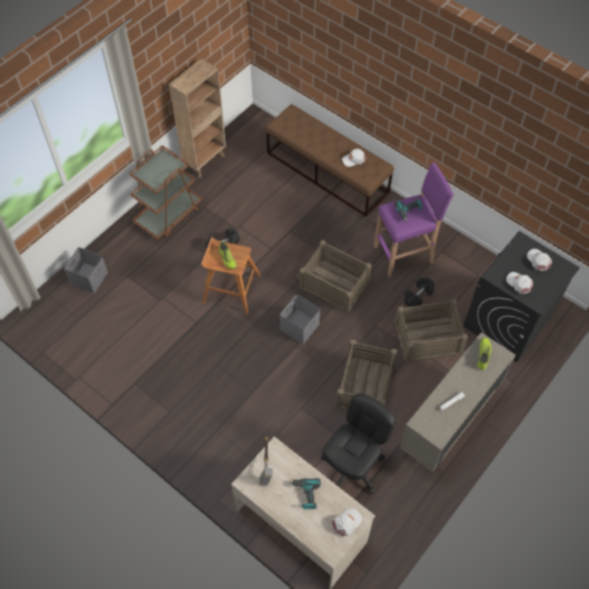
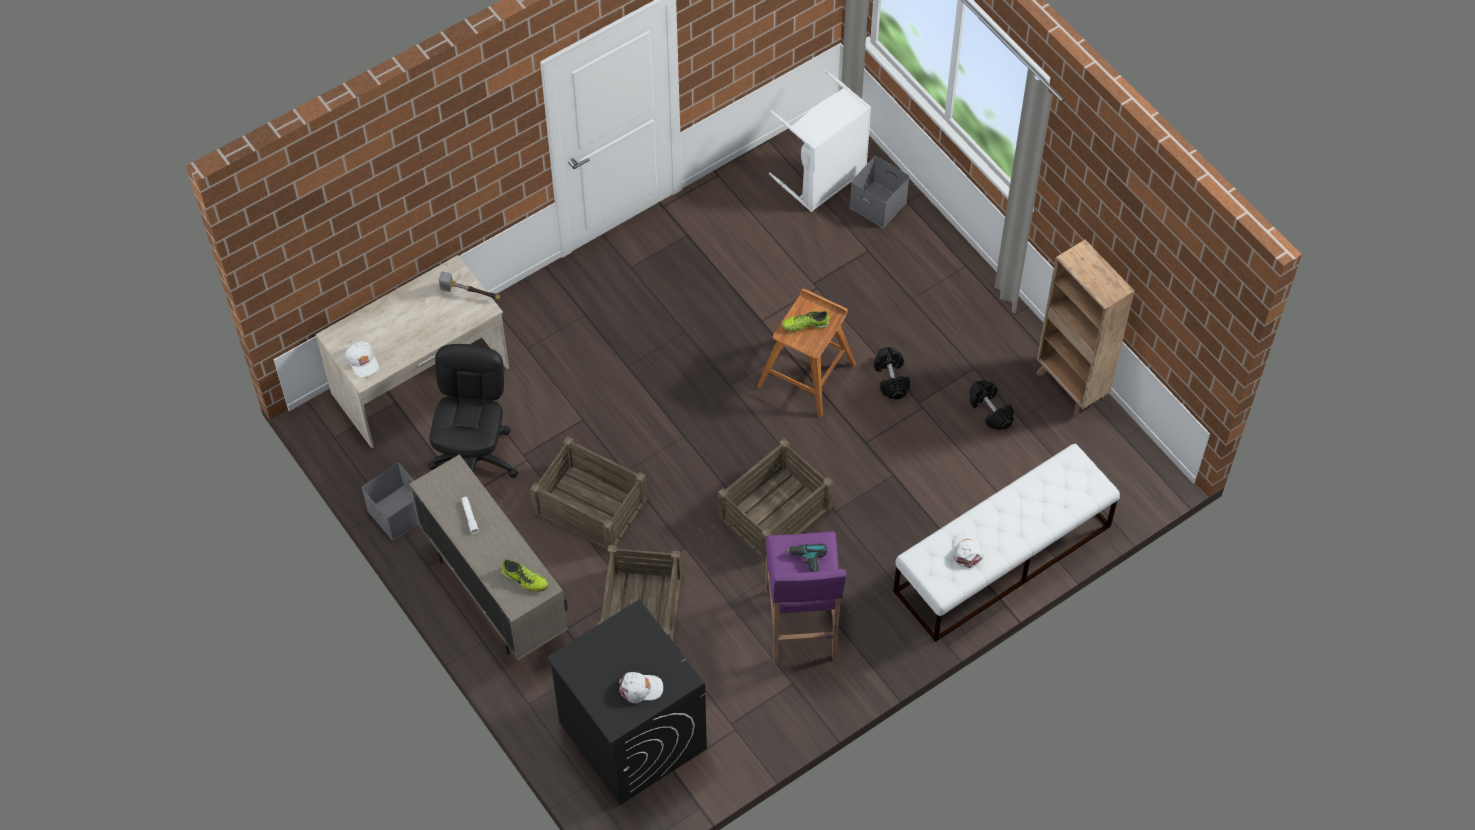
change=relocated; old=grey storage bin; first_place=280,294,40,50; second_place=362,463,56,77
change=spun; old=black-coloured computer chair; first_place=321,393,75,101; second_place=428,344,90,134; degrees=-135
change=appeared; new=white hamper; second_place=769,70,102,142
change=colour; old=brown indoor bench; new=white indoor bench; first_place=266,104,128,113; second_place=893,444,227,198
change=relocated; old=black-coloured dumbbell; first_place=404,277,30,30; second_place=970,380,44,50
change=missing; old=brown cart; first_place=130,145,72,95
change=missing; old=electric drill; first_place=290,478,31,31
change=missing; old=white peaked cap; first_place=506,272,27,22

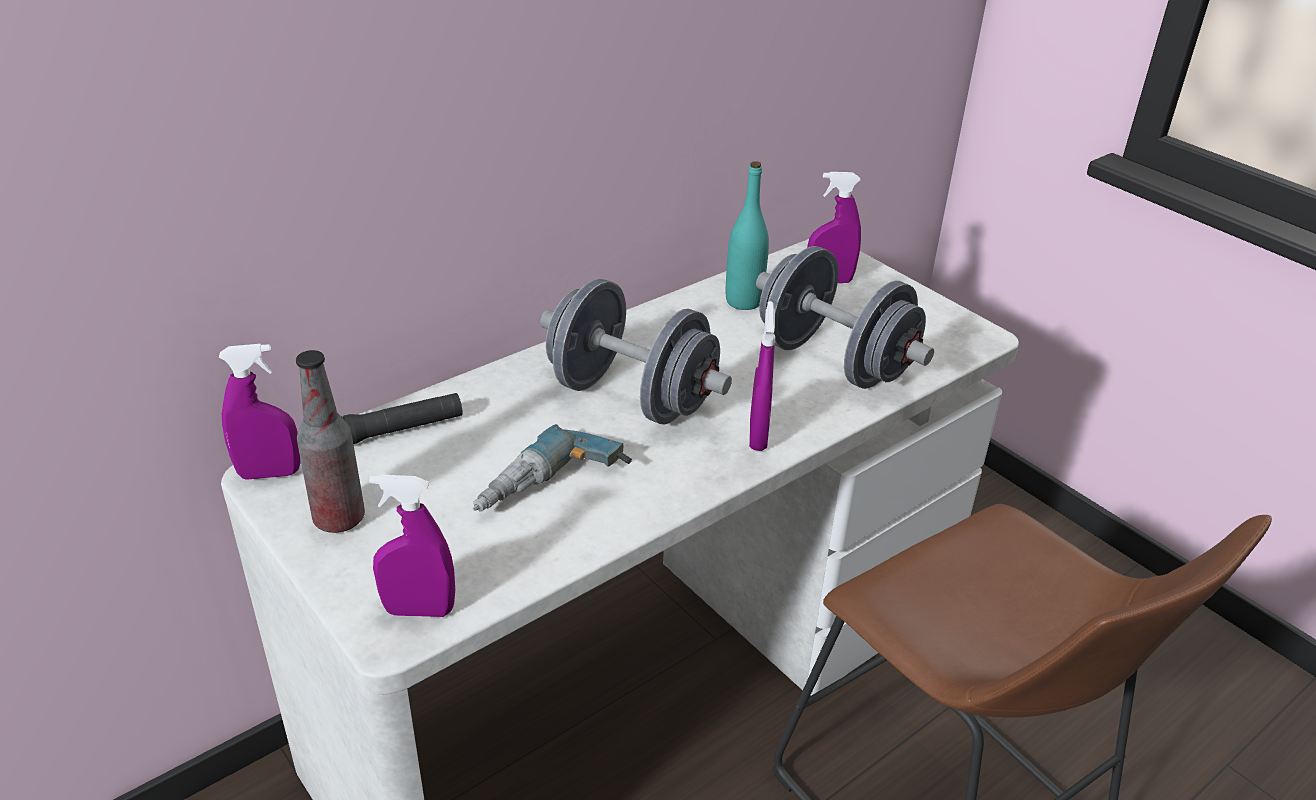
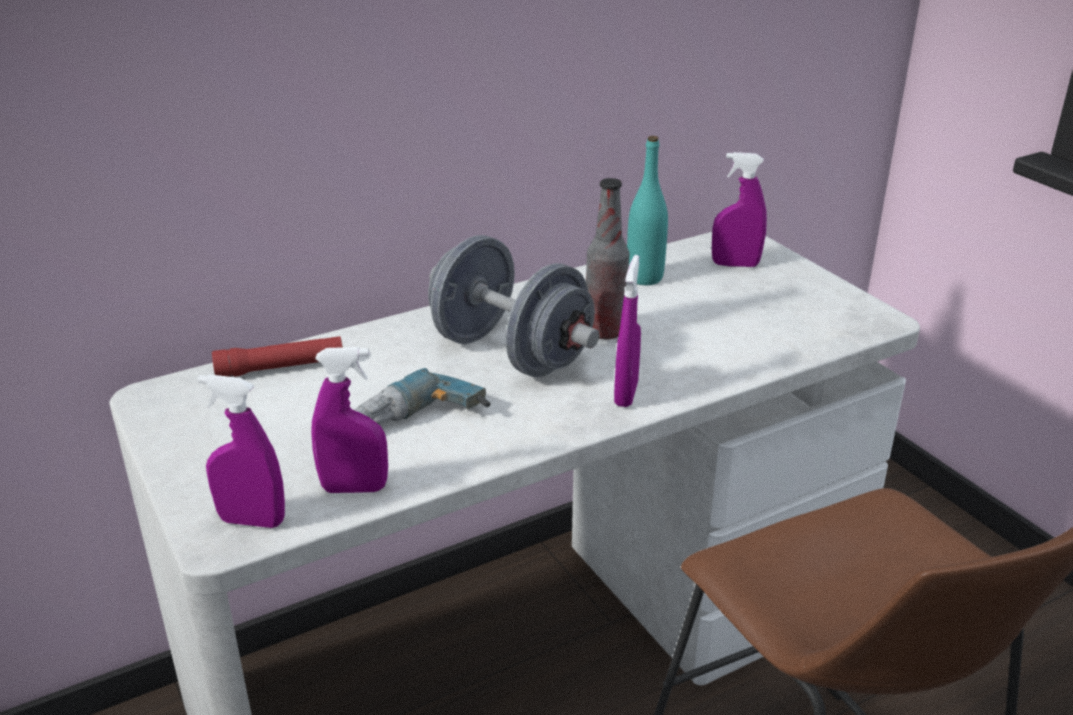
change=colour; old=black-coloured flashlight; new=reddish flashlight; first_place=341,393,122,51; second_place=212,336,131,41
change=relocated; old=purple sprayer; first_place=219,344,82,136; second_place=311,347,77,146
change=relocated; old=beverage bottle; first_place=296,350,69,183; second_place=586,178,43,161
change=missing; old=grey dumbbell; first_place=756,246,178,143

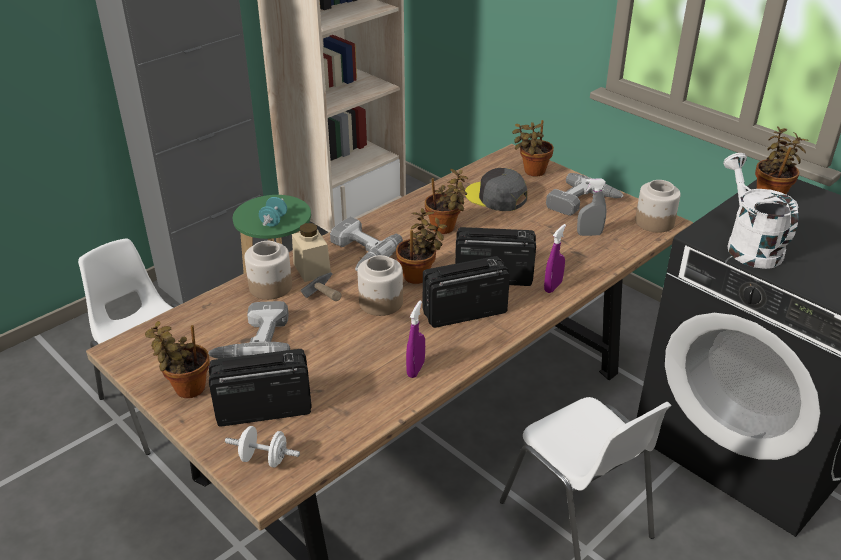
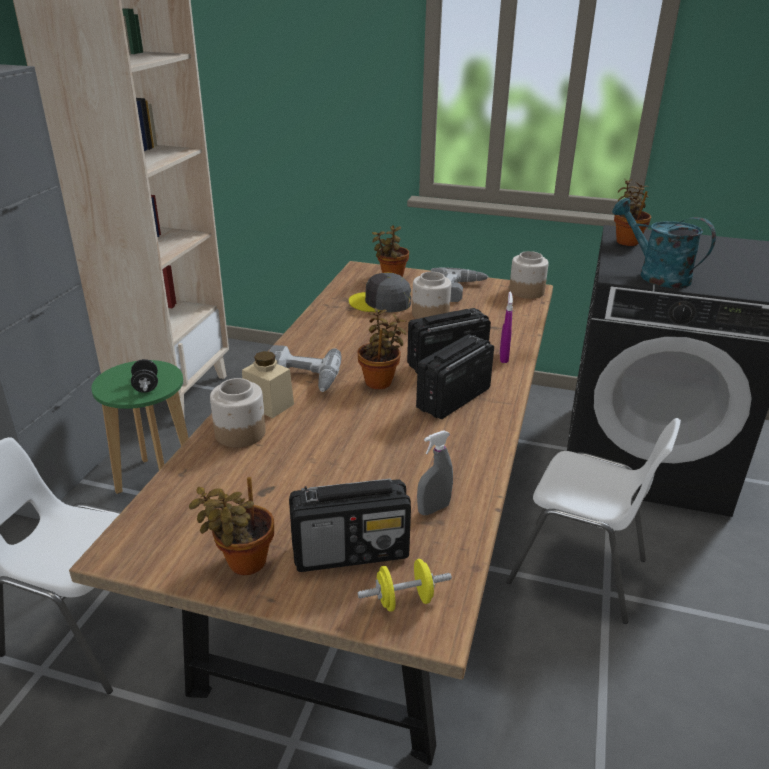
change=colour; old=turquoise-coloured dumbbell; new=black-coloured dumbbell; first_place=259,197,28,30; second_place=131,359,27,34
change=spun; old=radio set; first_place=209,349,103,78; second_place=289,478,122,94; degrees=-150
change=colour; old=white dumbbell; new=yellowish dumbbell; first_place=225,426,75,42; second_place=358,559,94,53
change=relocated; old=jar; first_place=357,255,46,61; second_place=412,272,39,47
change=relocated; old=grey sprayer; first_place=577,179,29,57; second_place=417,430,36,85
change=colour; old=white watering can; new=turquoise-coloured watering can; first_place=723,153,76,116; second_place=612,198,104,90
change=missing; old=electric drill; first_place=208,301,82,58
change=missing; old=hand hammer; first_place=301,272,41,29
change=missing; old=purple sprayer; first_place=406,301,19,77
change=missing; old=houseplant; first_place=425,169,43,65

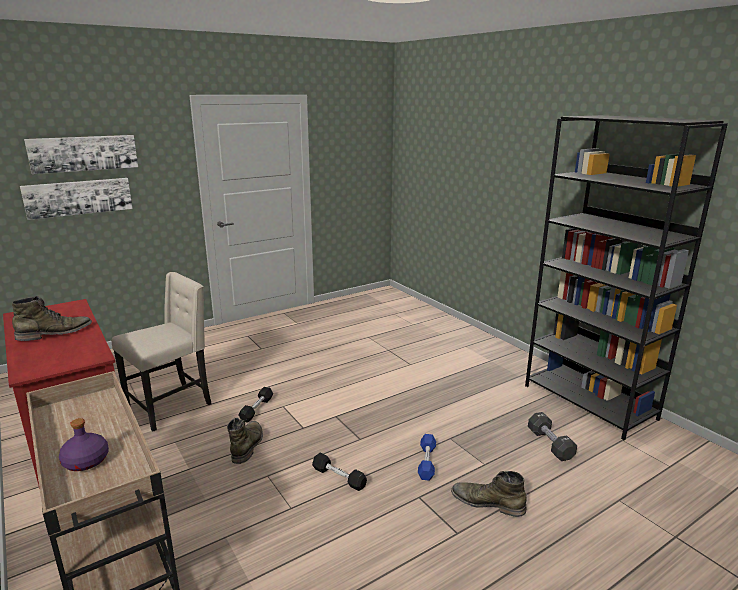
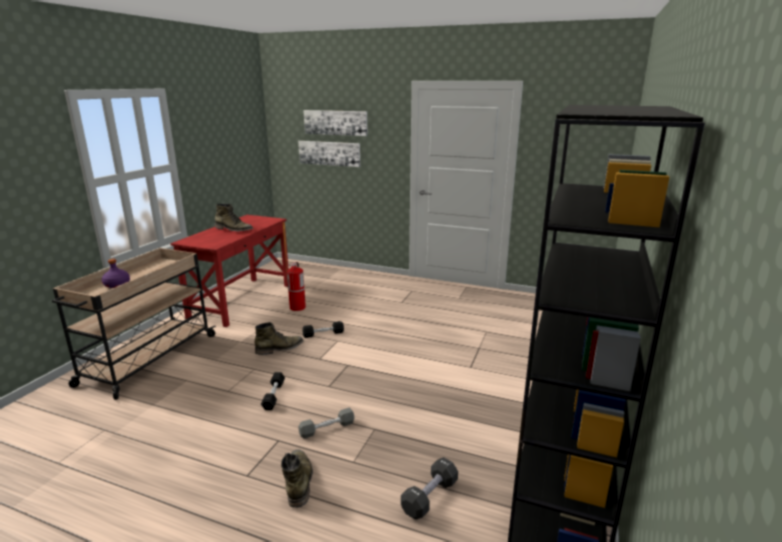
change=exchanged; old=beige chair; new=fire-fighting cylinder; first_place=112,272,99,159; second_place=287,262,19,49
change=colour; old=bluish dumbbell; new=grey dumbbell; first_place=418,434,18,47; second_place=298,408,57,31

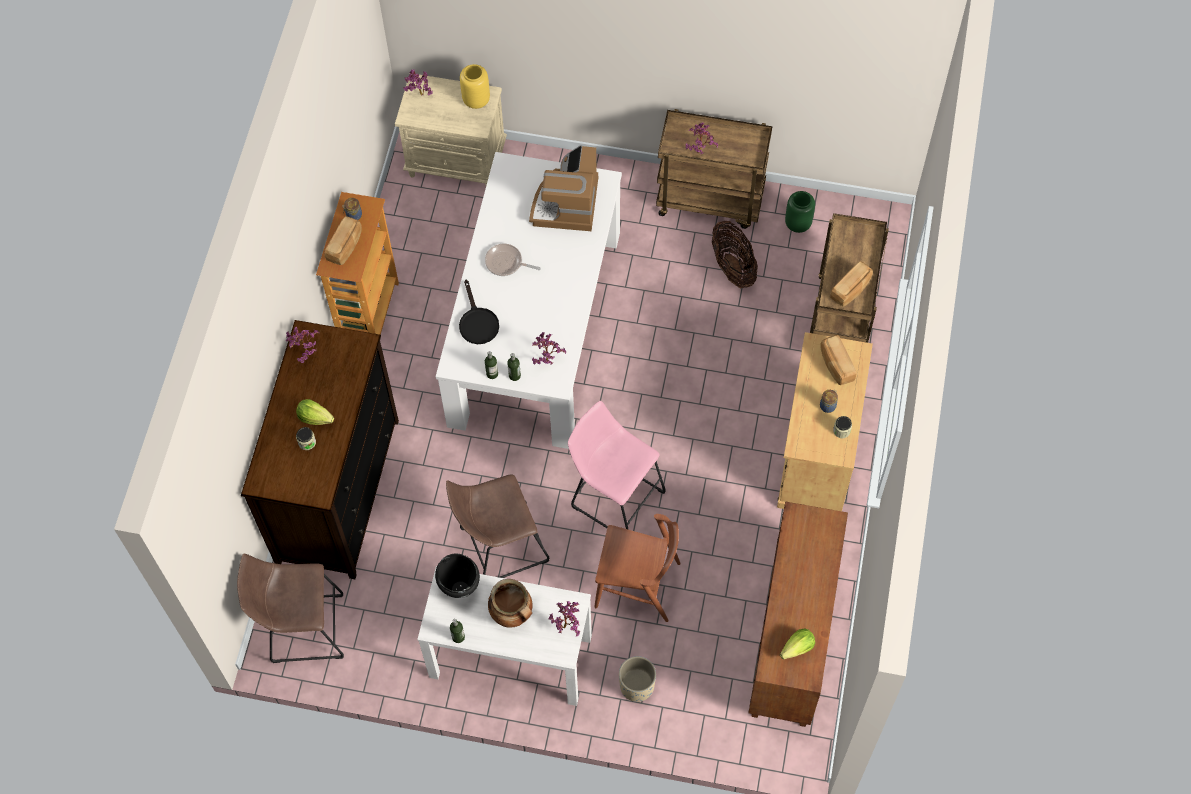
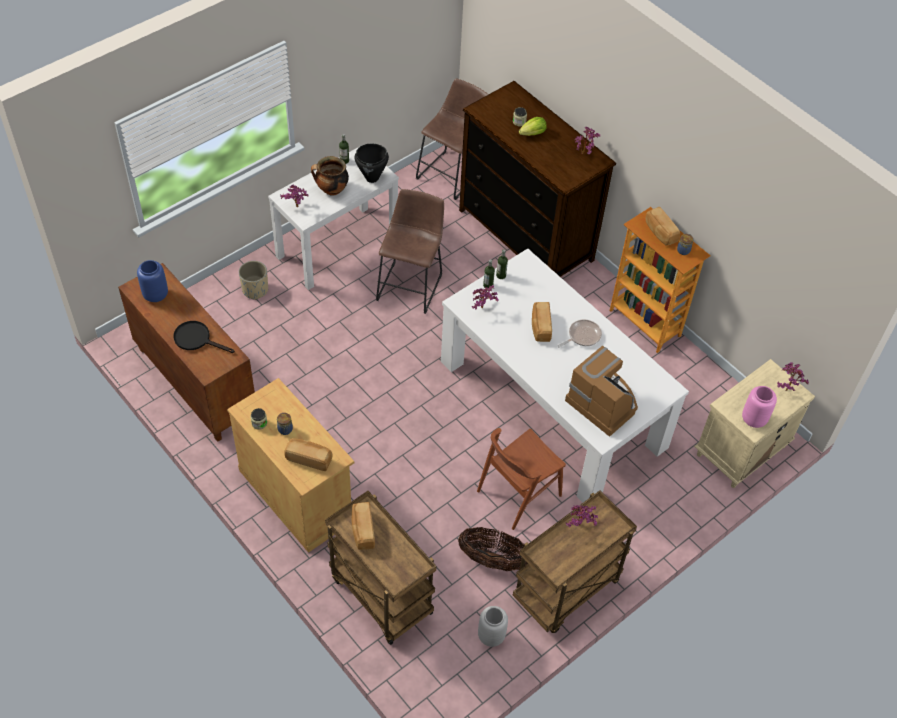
change=exchanged; old=lettuce head; new=bluish flower vase; first_place=780,628,35,32; second_place=137,260,31,42
change=relocated; old=black-coloured frying pan; first_place=459,280,40,64; second_place=173,321,62,32
change=relocated; old=brown chair; first_place=594,514,87,108; second_place=477,428,89,102
change=colour; old=green flower vase; new=grey flower vase; first_place=785,191,30,42; second_place=478,606,30,41
change=appeared; new=baked bread; second_place=532,302,20,40
change=colour; old=yellowish flower vase; new=pinkish flower vase; first_place=460,64,30,45; second_place=742,386,35,42
change=missing; old=pinkish sitting stool; first_place=568,401,98,129

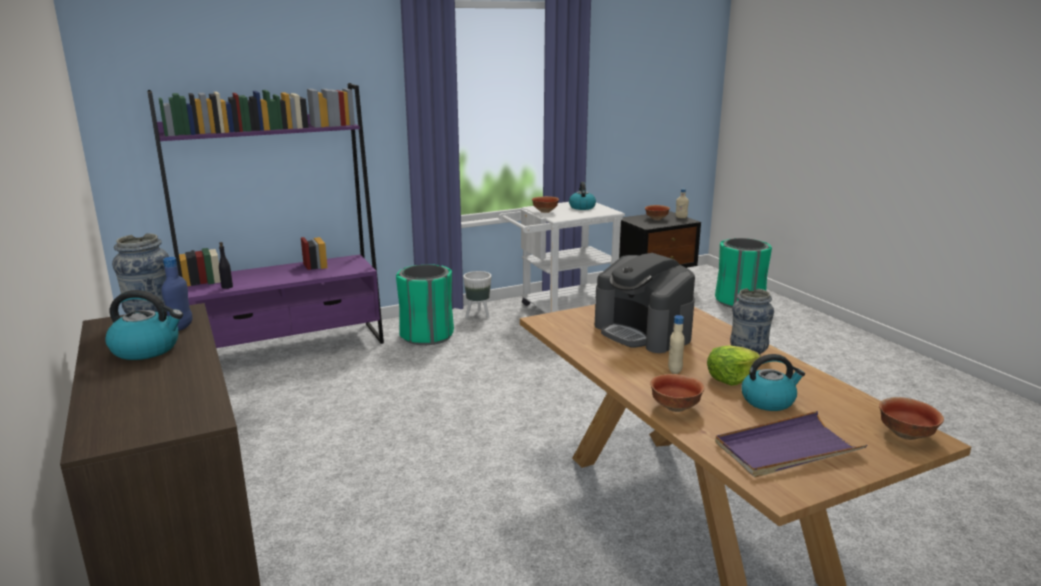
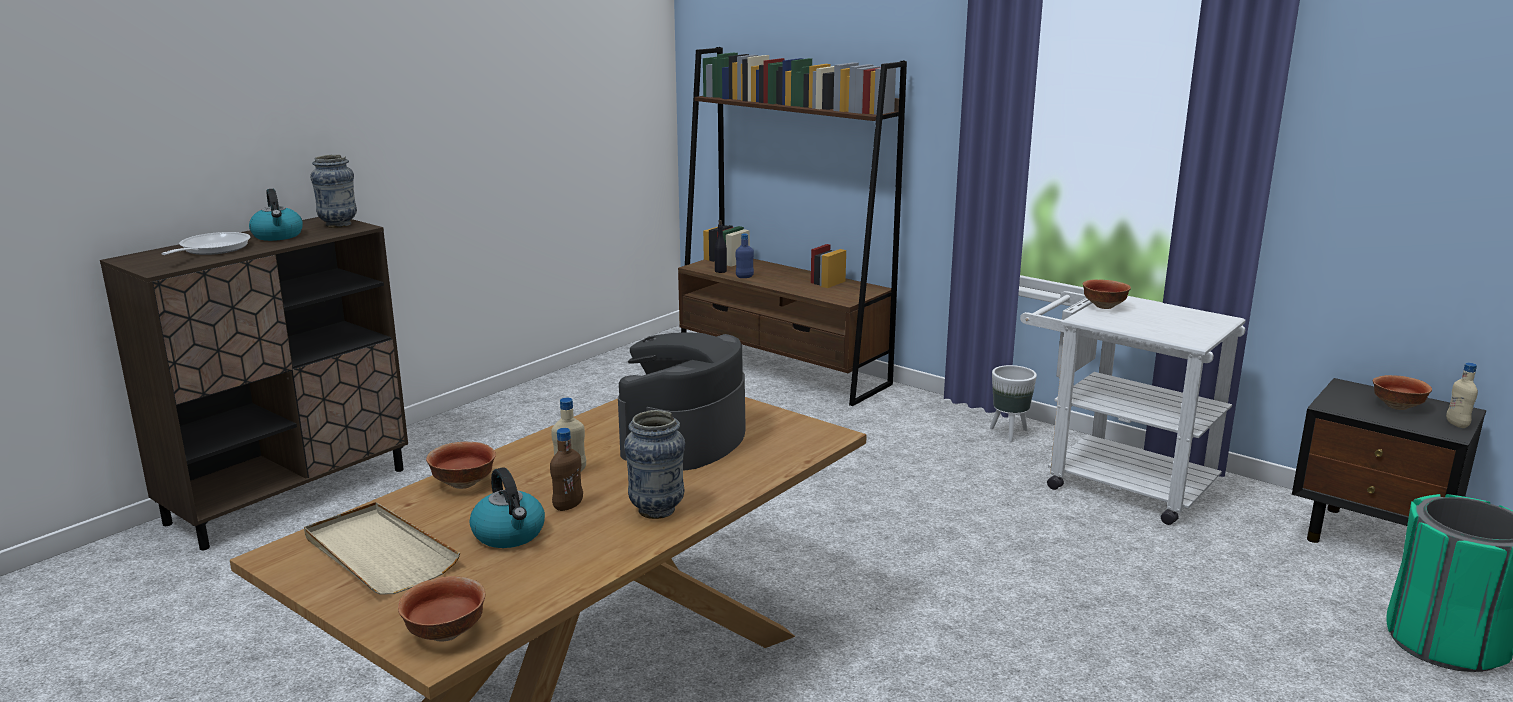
change=appeared; new=frying pan; second_place=161,232,89,23
change=colour; old=purple serving tray; new=beige serving tray; first_place=715,411,152,66; second_place=304,502,156,93
change=exchanged; old=lettuce head; new=brown beverage bottle; first_place=707,345,54,41; second_place=550,428,33,83
change=colour; old=purple bookcase; new=brown bookcase; first_place=147,83,237,265; second_place=678,47,229,359
change=relocated; old=bluish beverage bottle; first_place=161,257,31,74; second_place=736,233,18,45
change=missing; old=green rubbish bin; first_place=396,264,58,81
change=missing; old=tea kettle; first_place=569,182,27,28

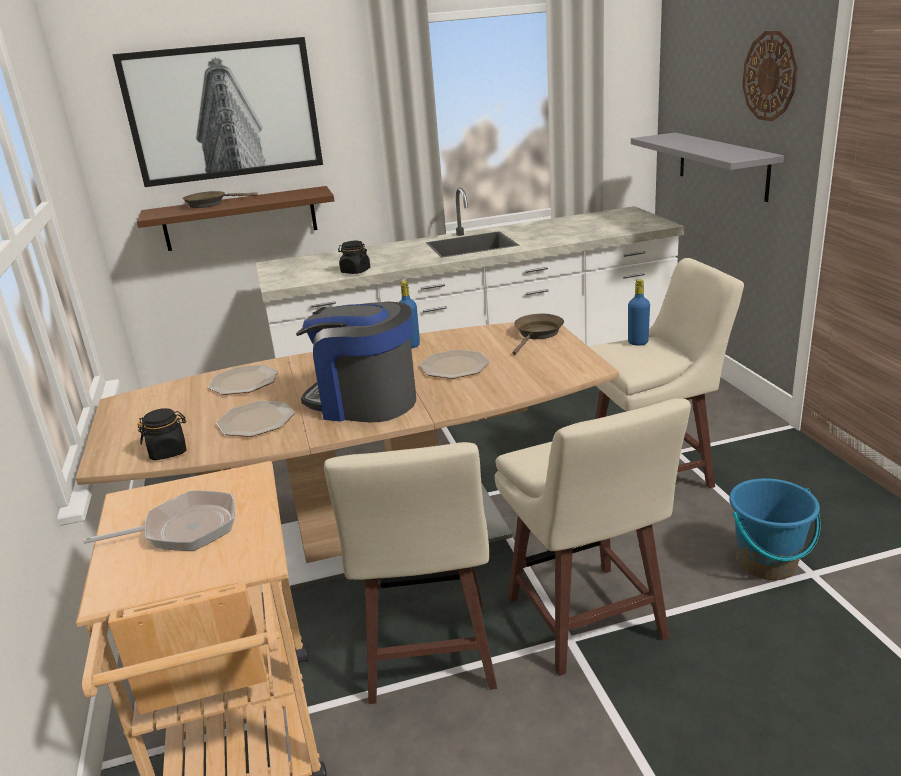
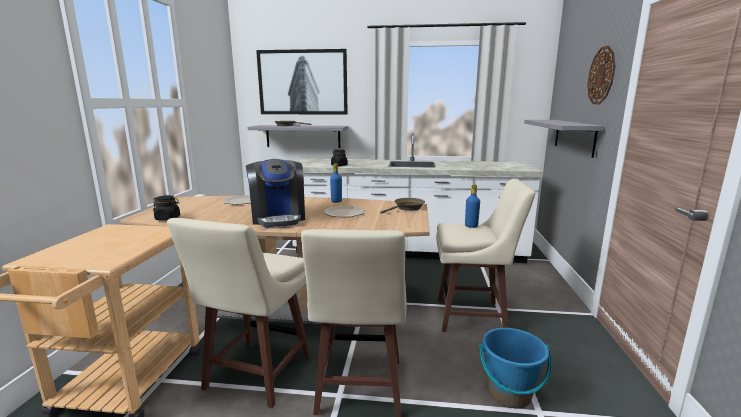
change=spun; old=coffee maker; first_place=296,302,120,120; second_place=246,159,59,68; degrees=-150
change=colour; old=brown bracket shelf; new=grey bracket shelf; first_place=137,186,197,65; second_place=248,125,100,23
change=missing; old=frying pan; first_place=83,491,152,60
change=missing; old=dinner plate; first_place=216,401,79,36

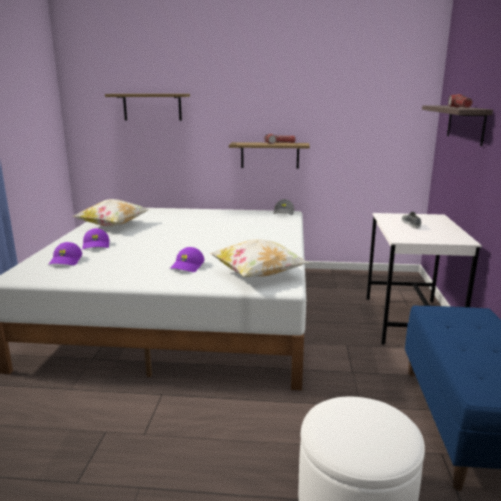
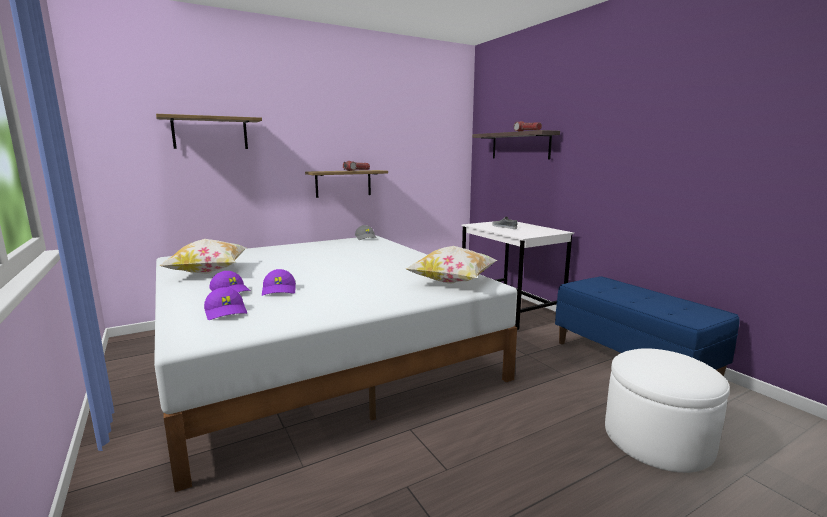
change=relocated; old=purple peaked cap; first_place=170,247,34,25; second_place=262,269,34,27

